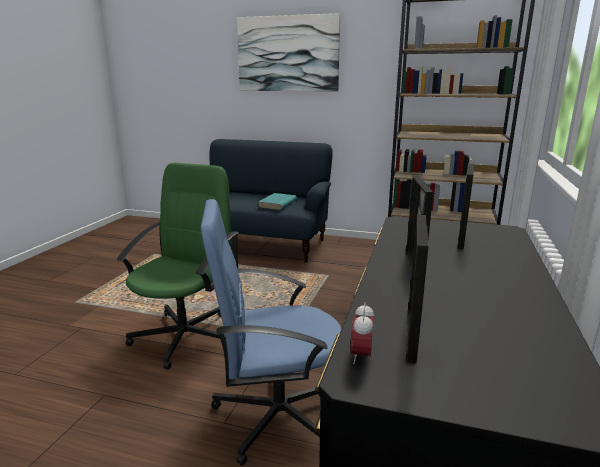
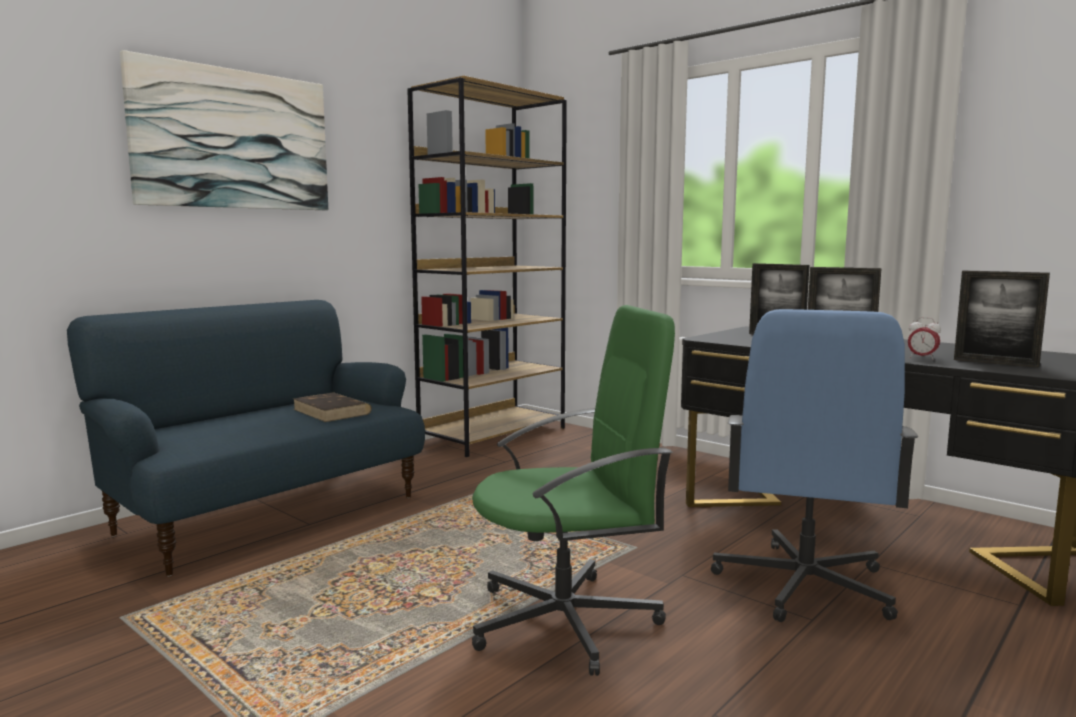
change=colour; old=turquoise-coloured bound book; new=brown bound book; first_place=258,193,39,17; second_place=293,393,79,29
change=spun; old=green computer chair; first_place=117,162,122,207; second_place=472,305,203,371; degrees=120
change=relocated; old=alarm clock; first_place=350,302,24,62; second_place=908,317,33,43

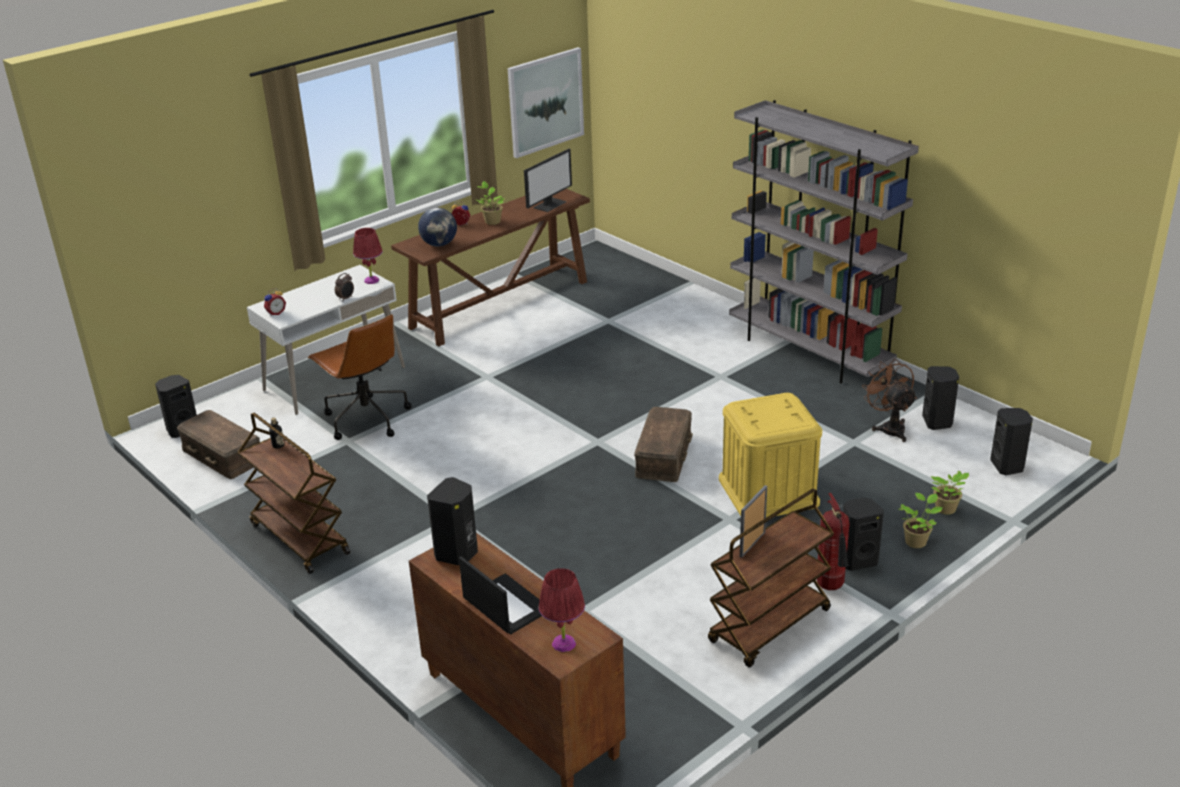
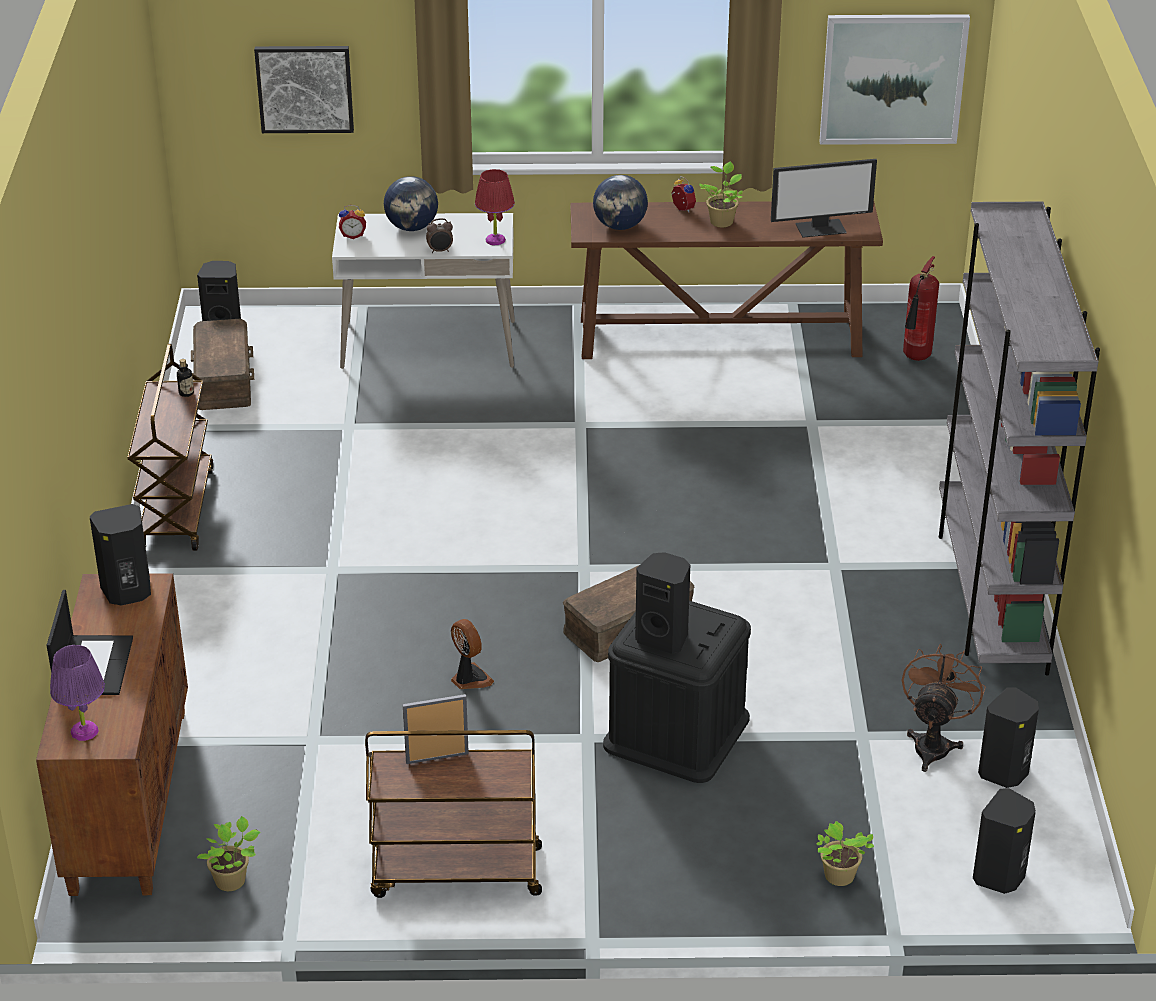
change=colour; old=reddish tabletop lamp; new=purple tabletop lamp; first_place=539,568,46,84; second_place=50,645,55,96
change=relocated; old=houseplant; first_place=899,493,44,55; second_place=197,816,63,75
change=appeared; new=wall picture; second_place=254,46,100,87
change=appeared; new=globe; second_place=384,176,54,55
change=appeared; new=cooling fan; second_place=451,619,43,70
change=colour; old=yellowish storage bin; new=black-coloured storage bin; first_place=719,393,103,125; second_place=603,601,148,182
change=relocated; old=black-coloured audio speaker; first_place=843,497,41,74; second_place=635,552,55,102
change=relocated; old=fire-fighting cylinder; first_place=817,493,33,97; second_place=903,256,36,105
change=missing; old=brown computer chair; first_place=308,314,103,126

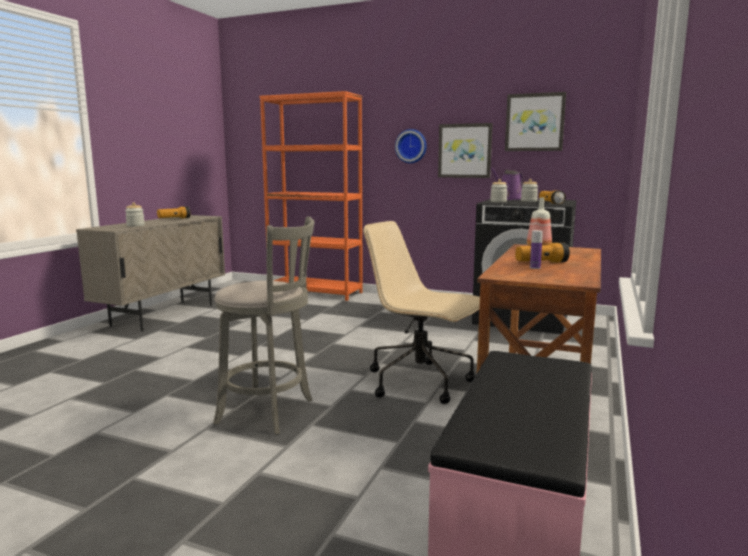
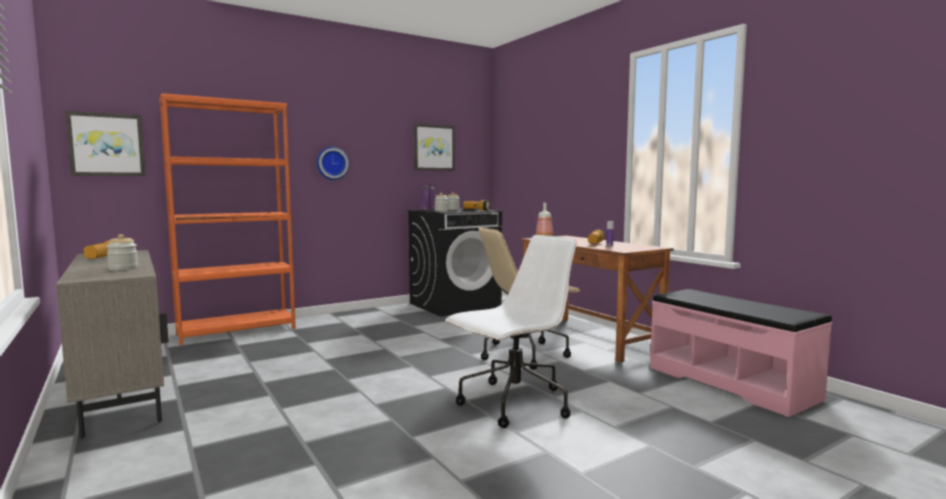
change=relocated; old=wall picture; first_place=438,123,55,55; second_place=65,111,81,65
change=exchanged; old=grey sitting stool; new=white computer chair; first_place=213,216,101,219; second_place=445,235,131,193

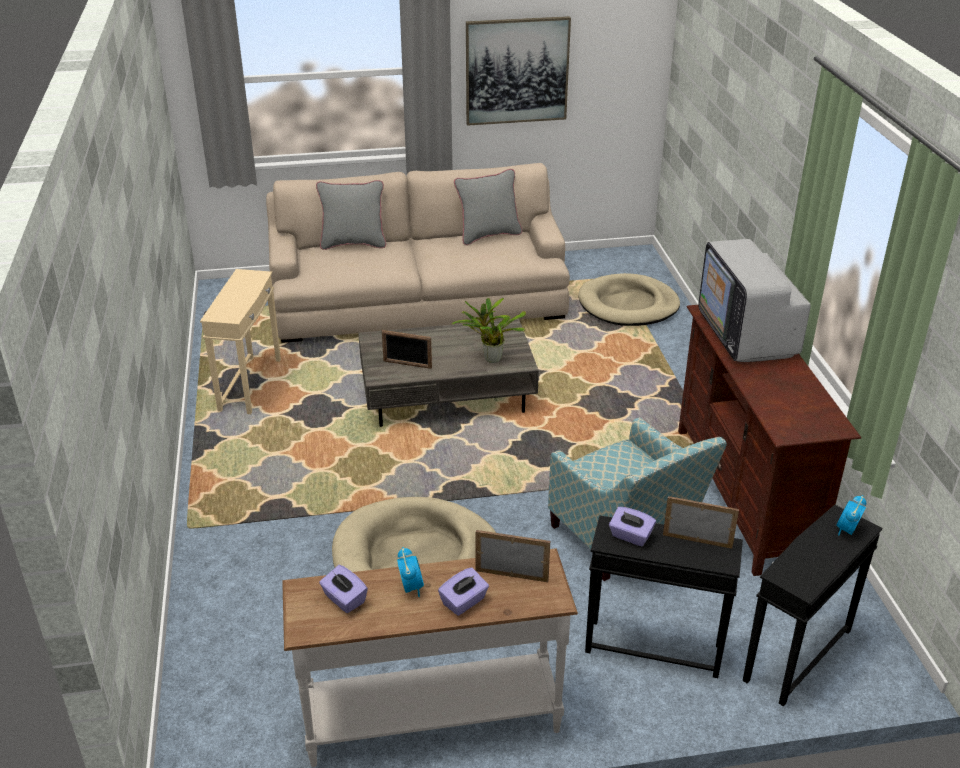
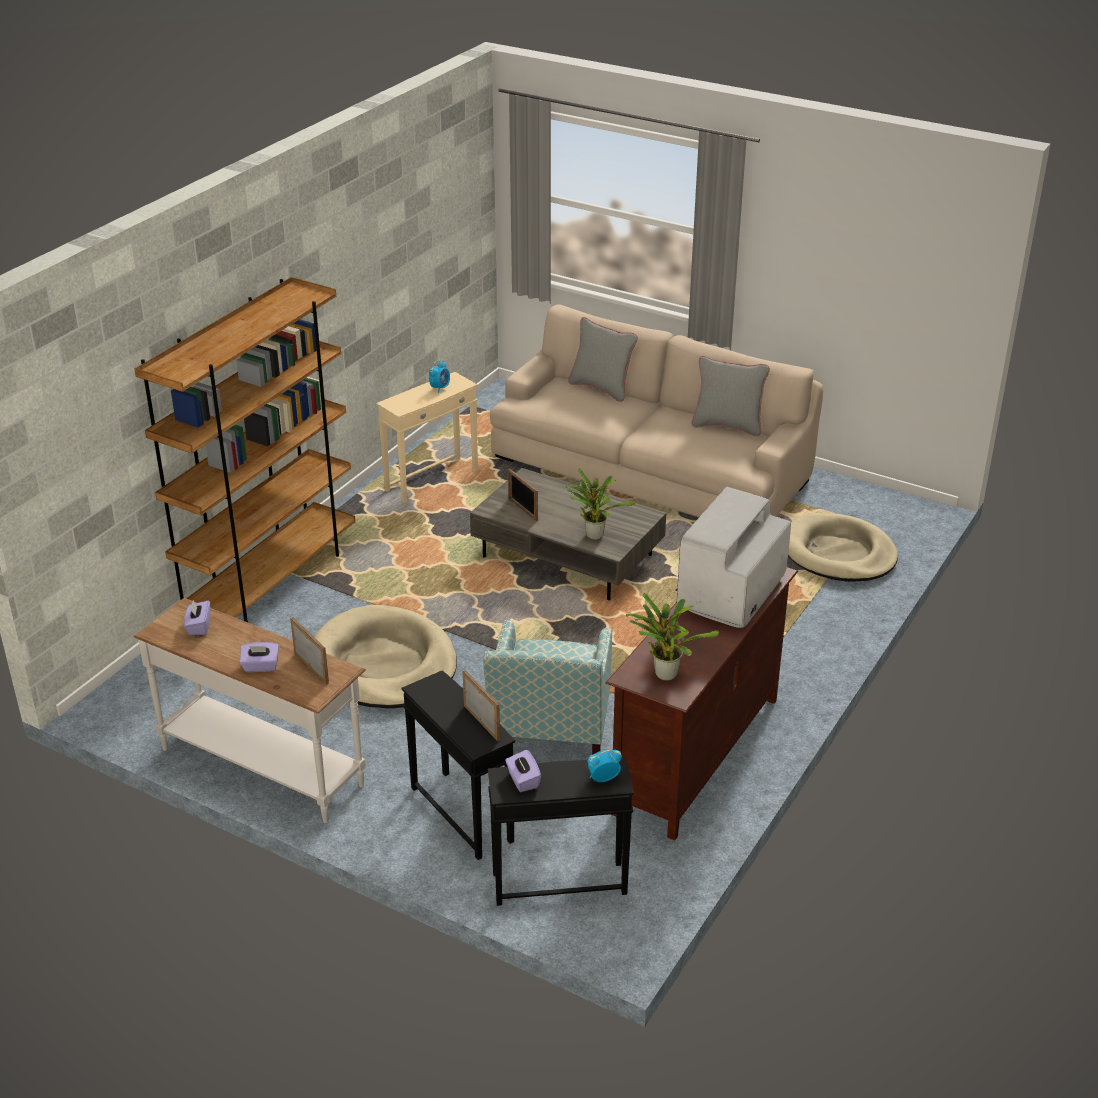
change=appeared; new=brown bookcase; second_place=134,277,221,345
change=relocated; old=alarm clock; first_place=397,547,27,50; second_place=429,361,21,32
change=relocated; old=purple tissue holder; first_place=609,507,47,39; second_place=505,750,36,42
change=appeared; new=houseplant; second_place=625,593,94,88
change=missing; old=wall picture; first_place=466,16,105,110

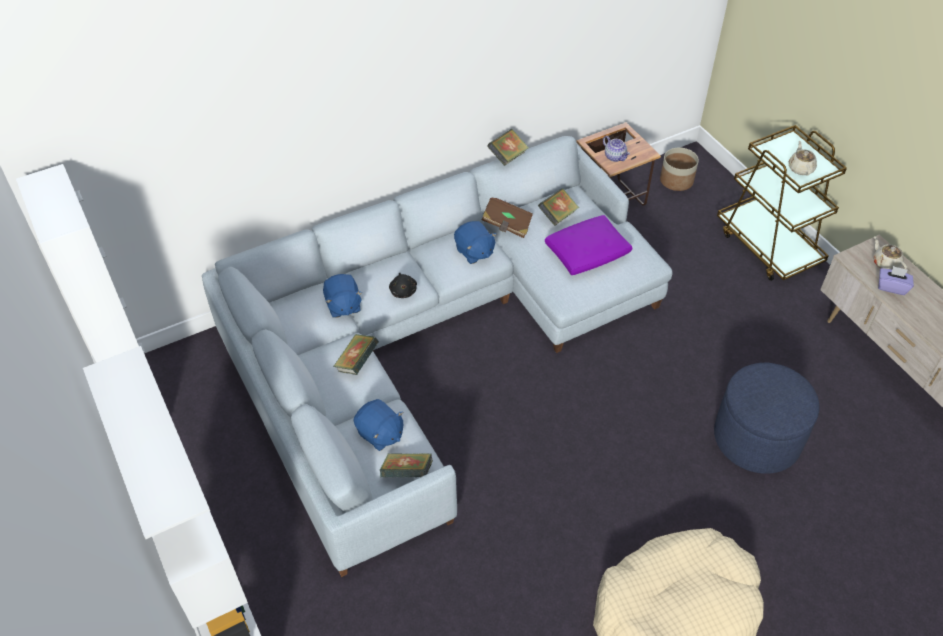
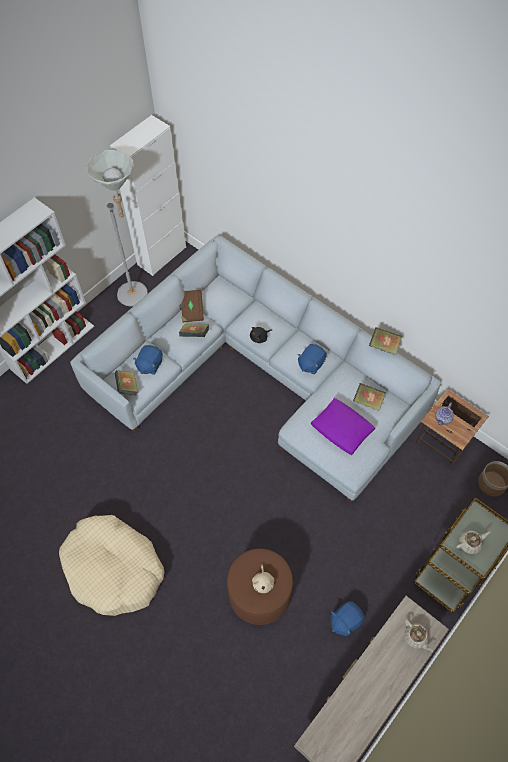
change=appeared; new=grey floor lamp; second_place=86,149,62,158
change=relocated; old=brown bound book; first_place=482,198,51,40; second_place=179,290,25,32
change=colour; old=bluish pouffe; new=brown pouffe; first_place=714,363,105,111; second_place=227,549,66,76
change=appeared; new=beige cuddly toy; second_place=252,565,23,29
change=relocated; old=bluish cuddly toy; first_place=323,274,39,44; second_place=331,601,34,35
change=spun; old=beige tea pot; first_place=873,236,34,33; second_place=404,619,29,33; degrees=105
change=missing; old=purple tissue holder; first_place=878,266,36,29

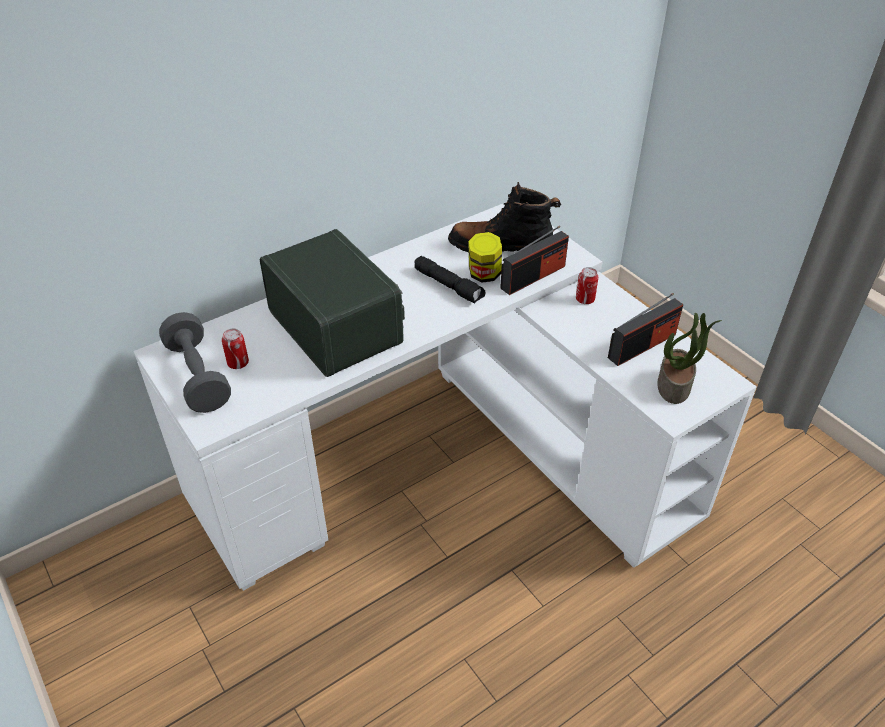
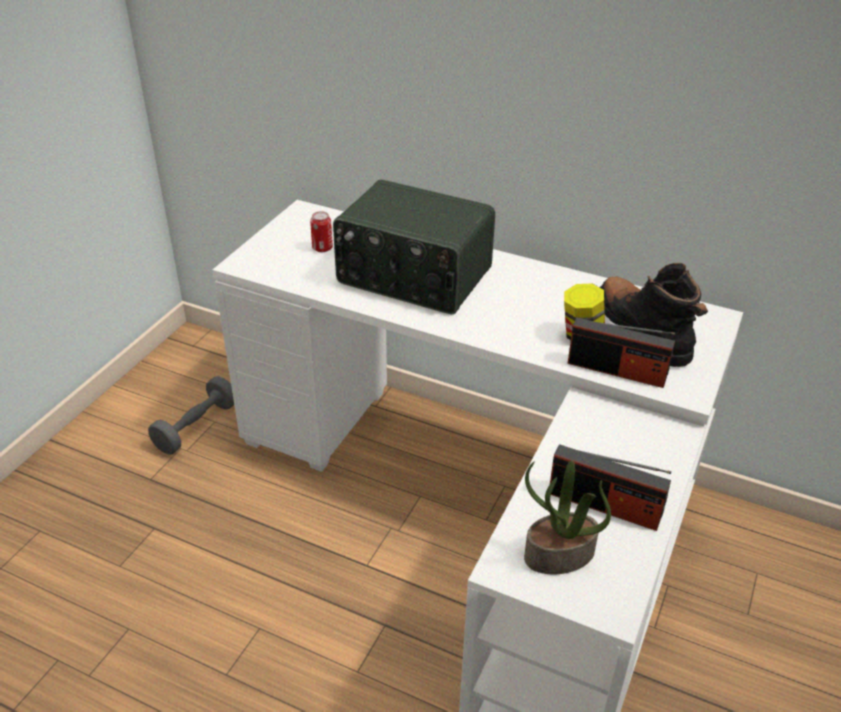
change=relocated; old=grey dumbbell; first_place=159,312,72,101; second_place=148,376,86,79
change=spun; old=radio set; first_place=260,229,145,148; second_place=333,180,162,134; degrees=90
change=missing; old=black-coloured flashlight; first_place=415,256,71,48
change=missing; old=sealed can; first_place=576,267,22,37

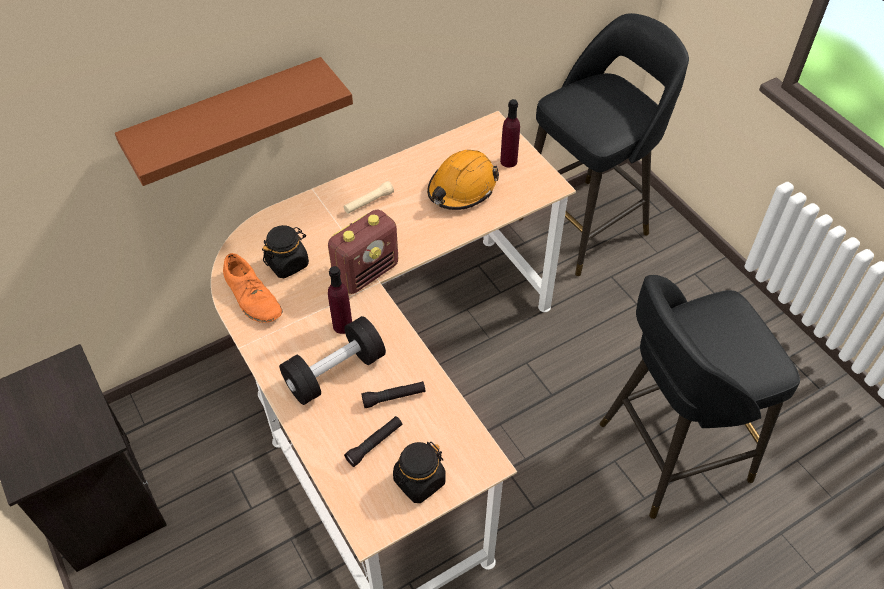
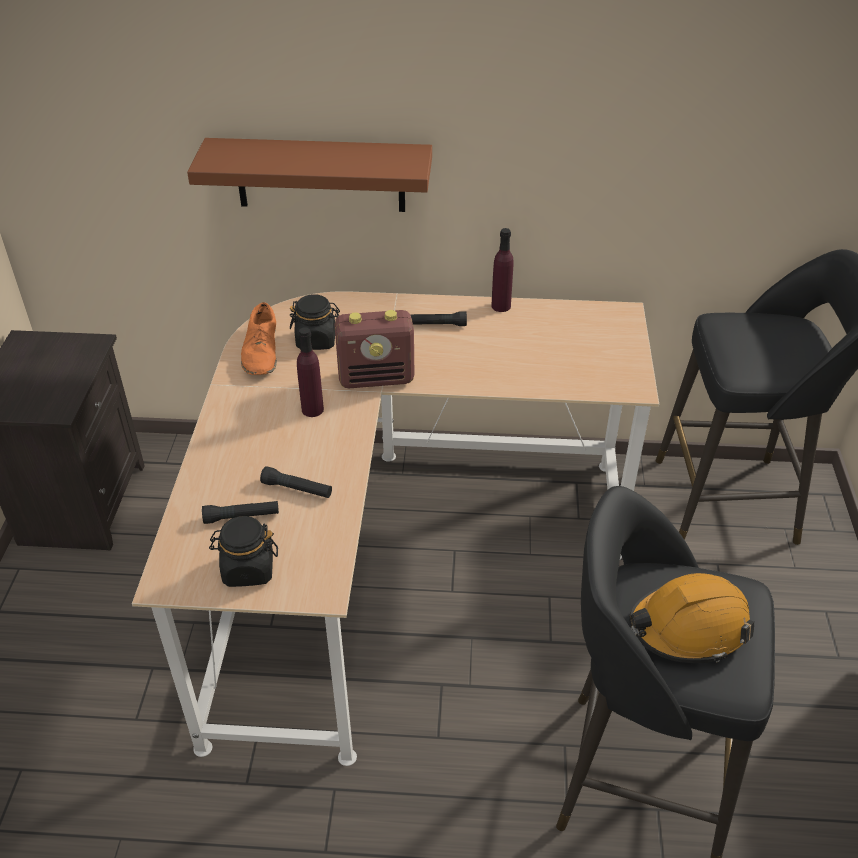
change=colour; old=beige flashlight; new=black-coloured flashlight; first_place=344,181,50,33; second_place=410,311,57,15
change=relocated; old=purple beverage bottle; first_place=500,99,20,68; second_place=491,228,23,84
change=relocated; old=orangey hard hat; first_place=427,150,72,60; second_place=629,573,126,90
change=missing; old=black-coloured dumbbell; first_place=279,316,107,89

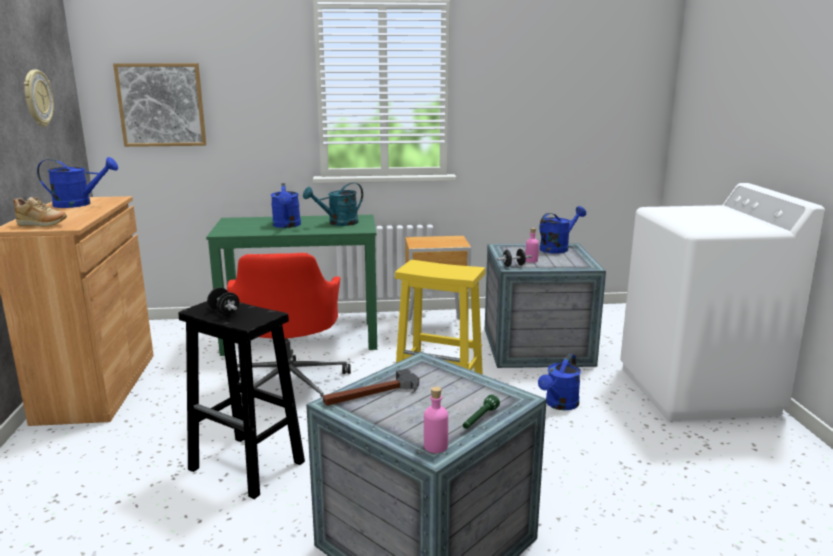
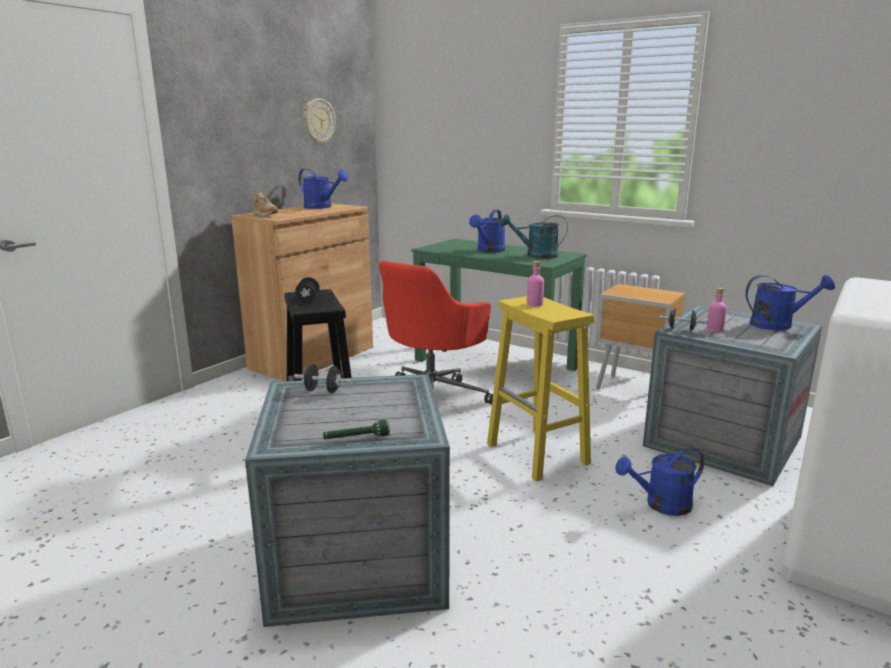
change=exchanged; old=hand hammer; new=black-coloured dumbbell; first_place=323,368,96,38; second_place=294,364,57,29
change=relocated; old=pinkish beverage bottle; first_place=424,386,24,67; second_place=527,261,17,45
change=missing; old=wall picture; first_place=113,63,93,84

